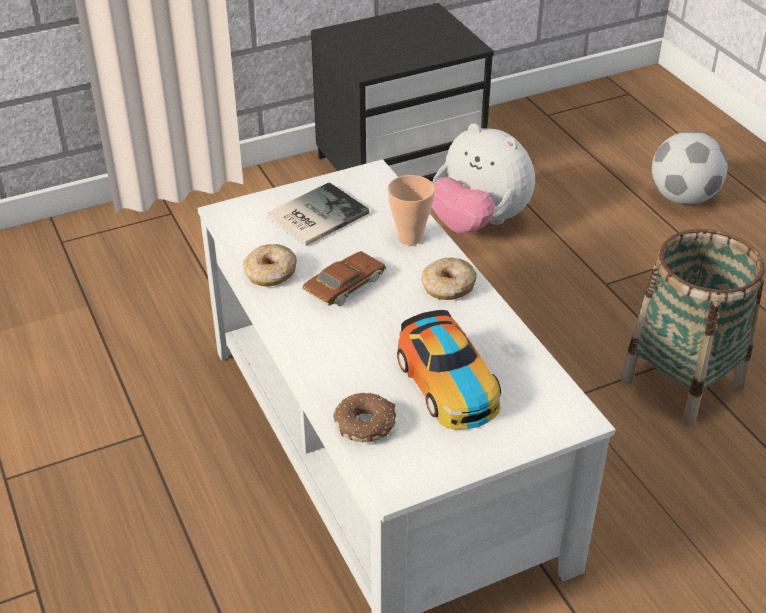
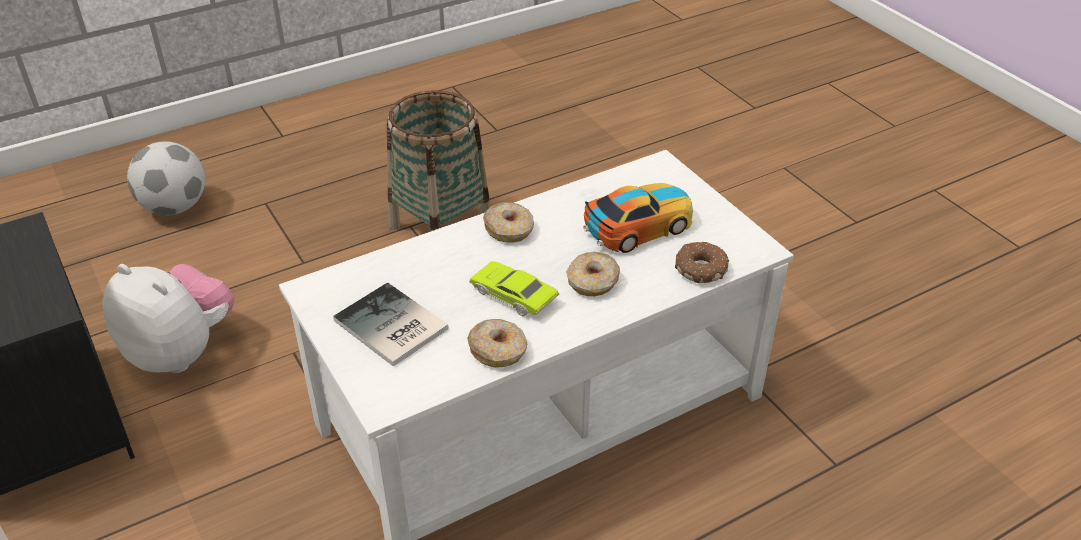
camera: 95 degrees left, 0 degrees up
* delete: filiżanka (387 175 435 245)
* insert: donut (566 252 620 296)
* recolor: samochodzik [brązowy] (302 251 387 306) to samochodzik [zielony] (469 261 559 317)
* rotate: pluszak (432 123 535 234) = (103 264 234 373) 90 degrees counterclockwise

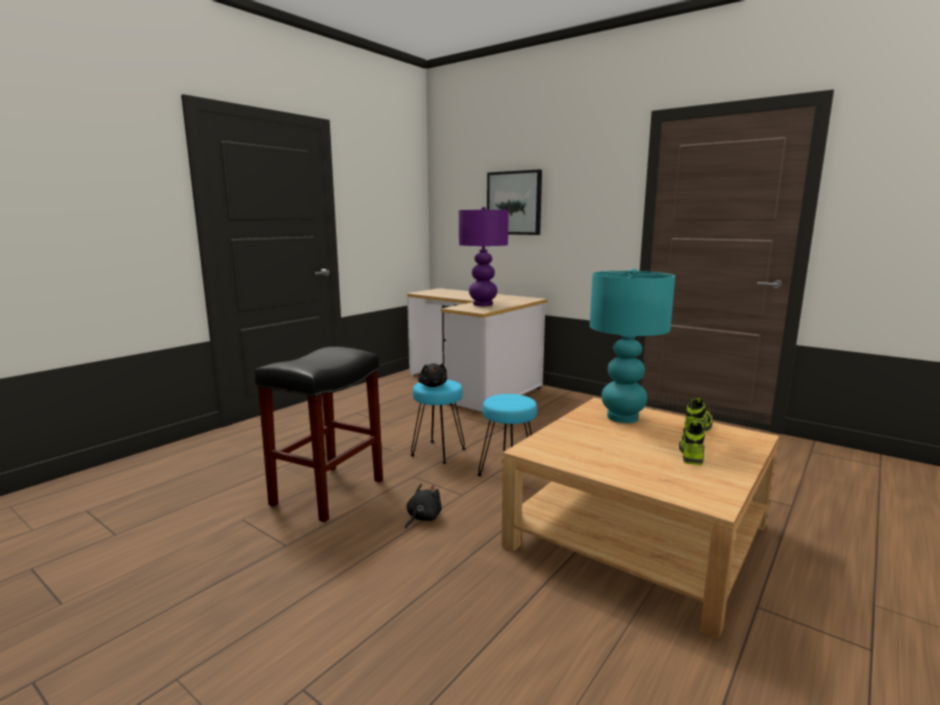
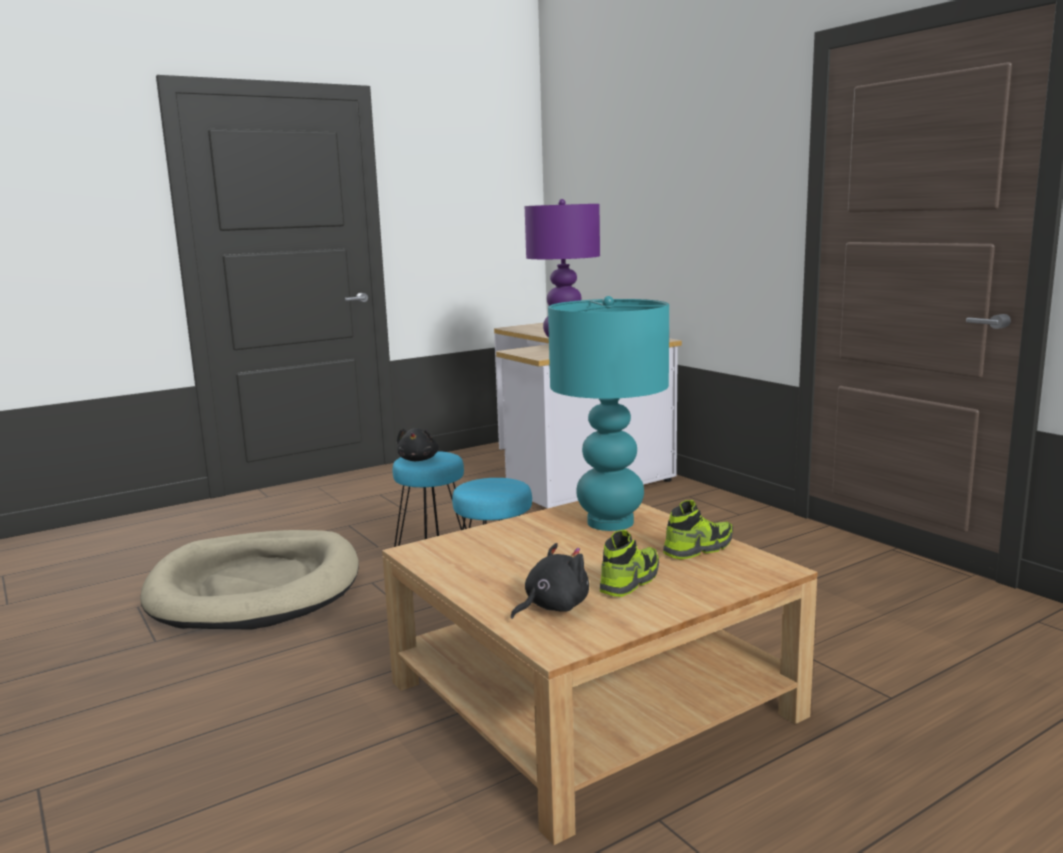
camera: 20 degrees right, 0 degrees up
* delete: obraz (487 169 542 235)
* move: pluszak [czarny] (405 484 442 529) to (511 543 589 619)
* replace: stołek [czarny] (255 347 383 522) to legowisko [beżowy] (140 530 359 630)

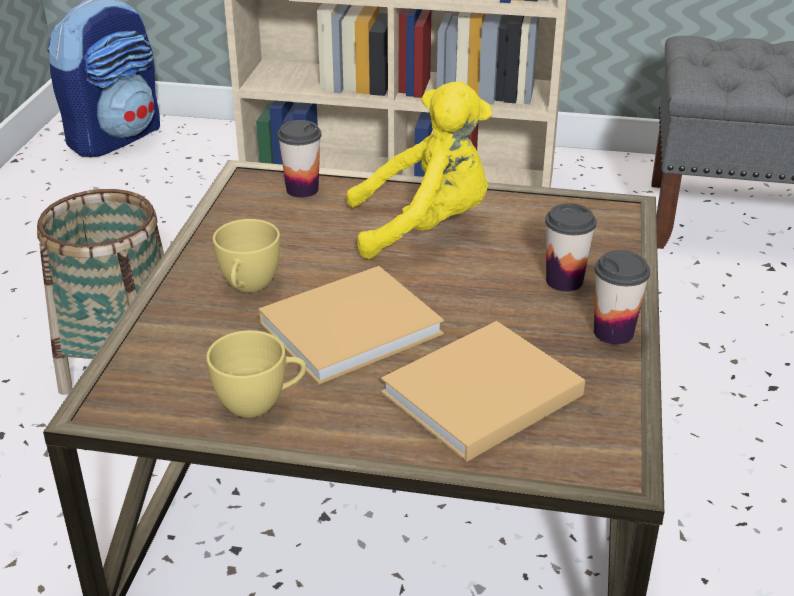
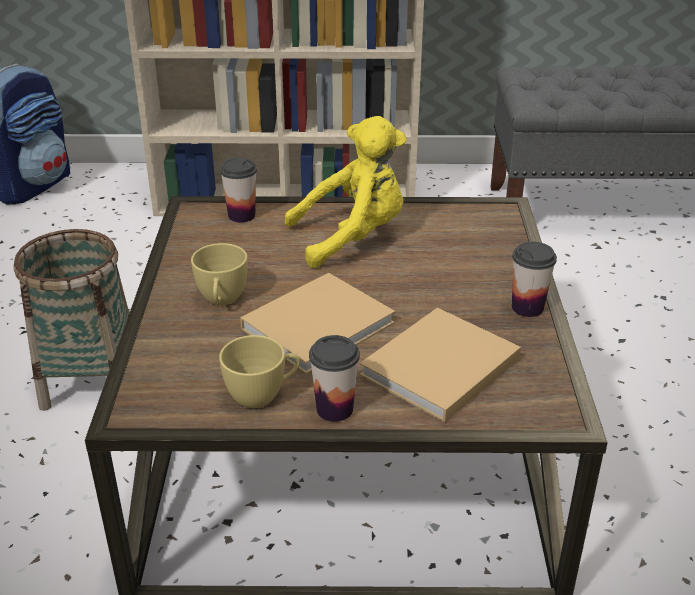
camera: 10 degrees left, 0 degrees up
* move: filiżanka (545 203 596 292) to (309 335 360 422)

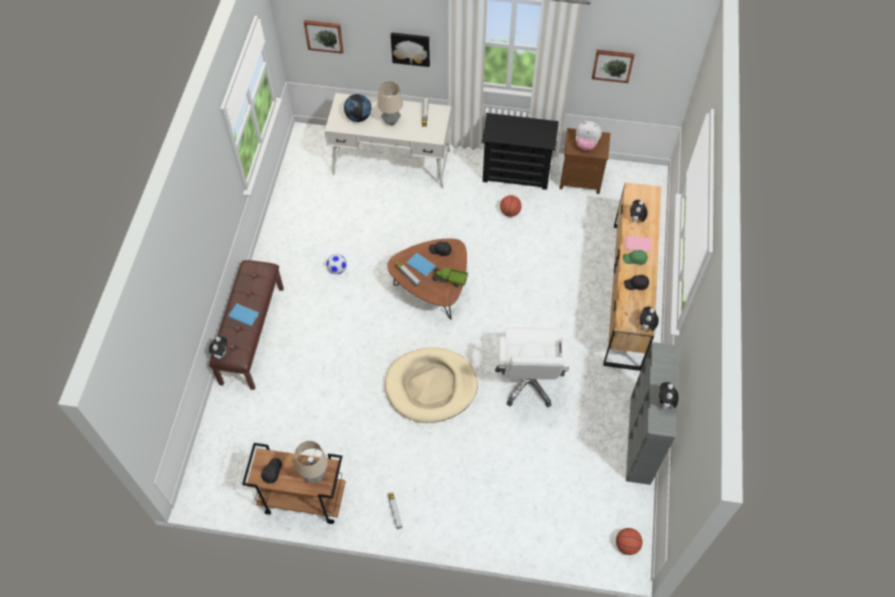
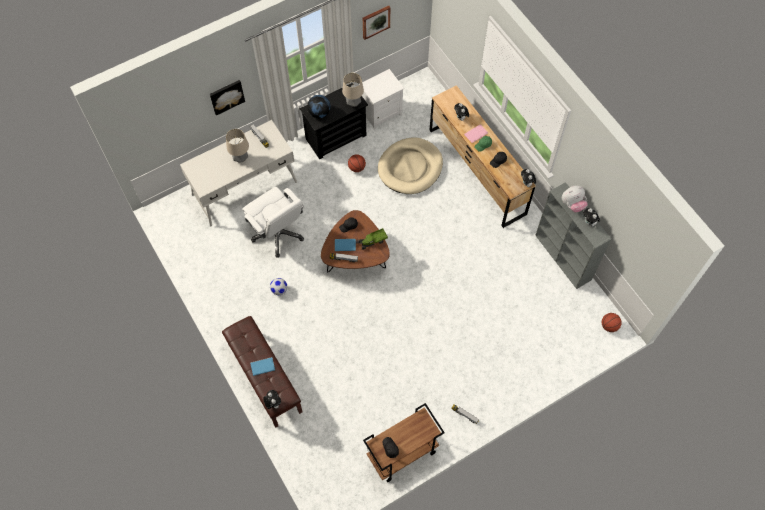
camera: 40 degrees left, 5 degrees up
* delete: obraz (304 20 344 54)
* move: lampa stołowa (295 441 328 482) to (342 73 364 107)
* move: globus (344 94 371 122) to (307 95 331 118)
* move: legowisko [beżowy] (385 347 478 423) to (378 137 443 194)
* move: krzesło biurowe [biały] (495 327 569 408) to (242 187 304 258)
* move: pluszak (576 121 602 151) to (562 185 588 212)
* recolor: szafka nocna [brązowy] (560 128 610 194) to szafka nocna [biały] (359 69 404 130)

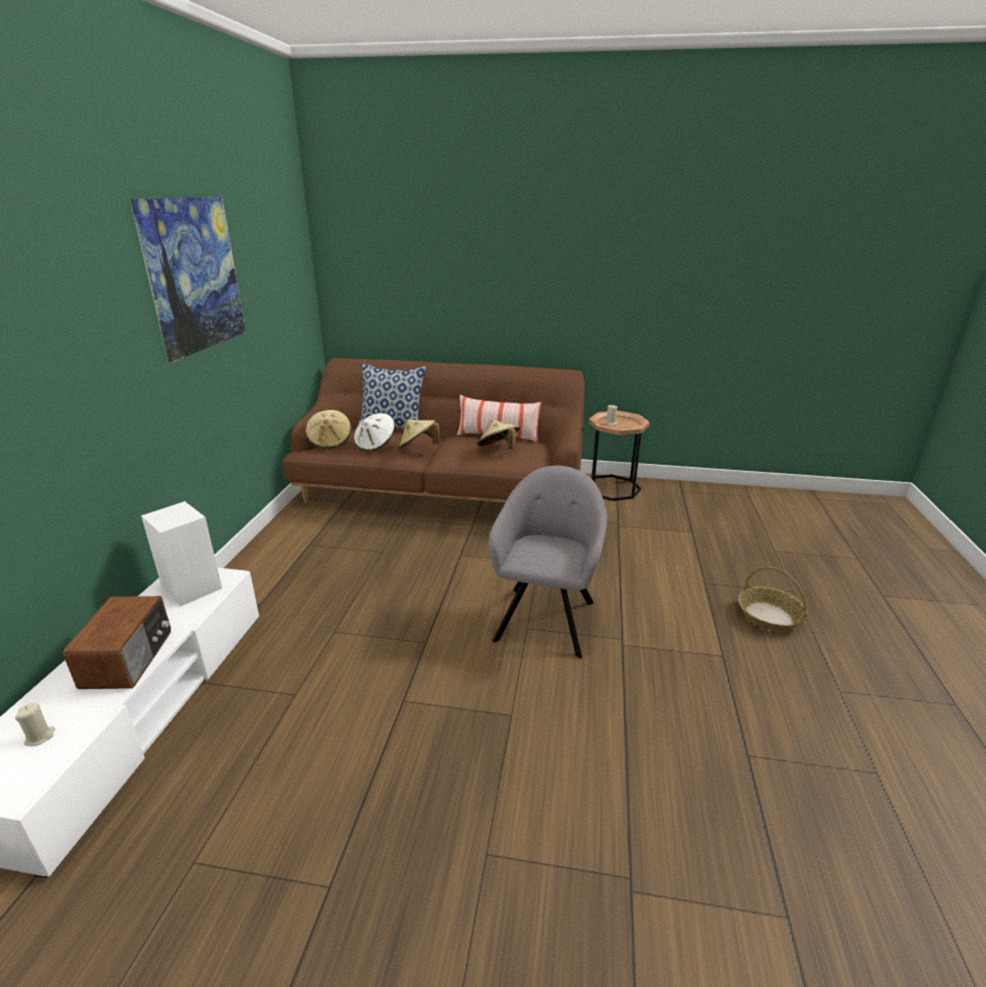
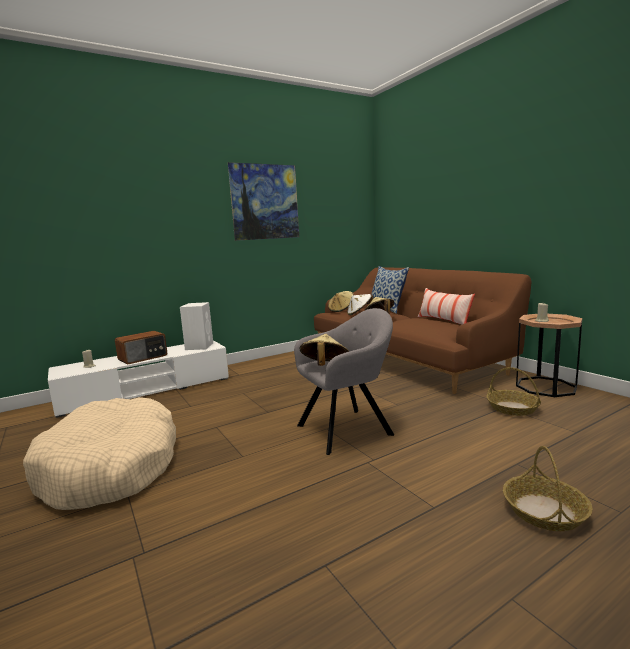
camera: 50 degrees right, 15 degrees down
* insert: legowisko [beżowy] (23 397 176 510)
* insert: koszyk (486 367 541 416)
* move: kapelusz [beżowy] (477 420 520 449) to (299 334 349 366)

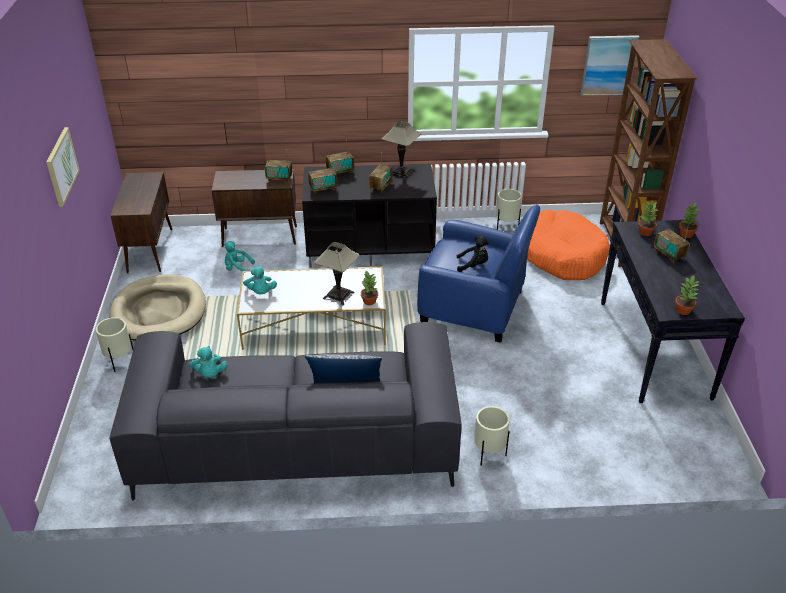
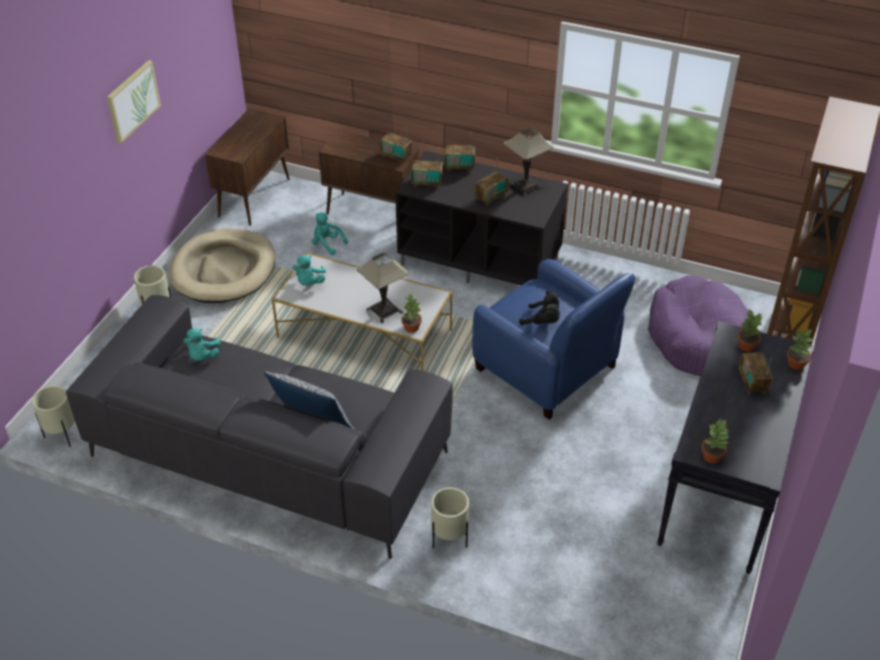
camera: 25 degrees right, 5 degrees up
* delete: obraz (581 35 639 96)
* move: donica [beżowy] (496 189 522 230) to (32 385 75 447)
* recolor: legowisko [pomarańczowy] (527 209 610 280) to legowisko [fioletowy] (648 275 749 376)

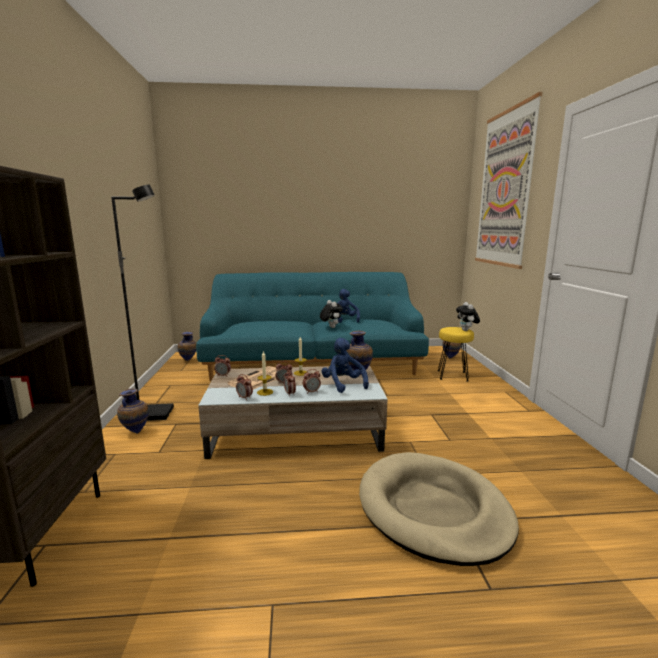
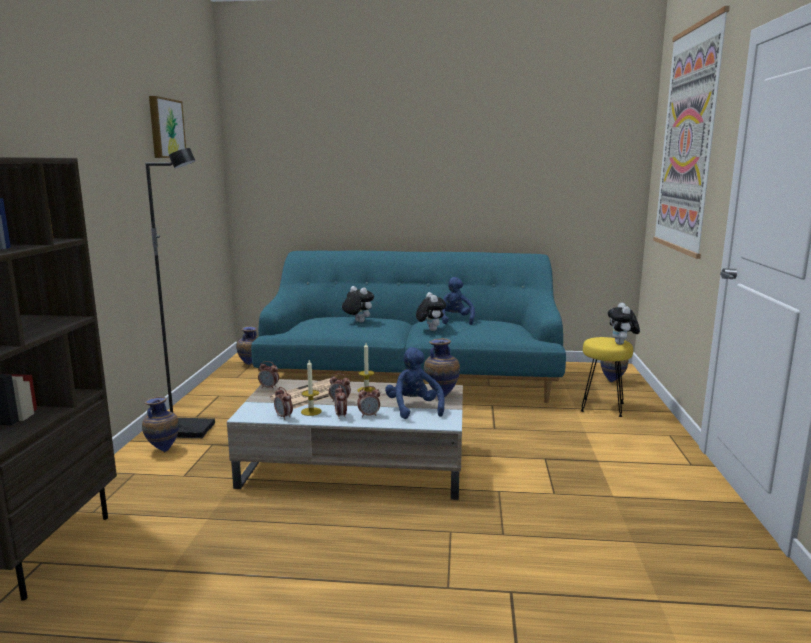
camera: 10 degrees right, 0 degrees up
* delete: legowisko [beżowy] (359 452 519 566)
* insert: obraz (149 96 186 158)
* insert: pluszak (342 286 374 323)

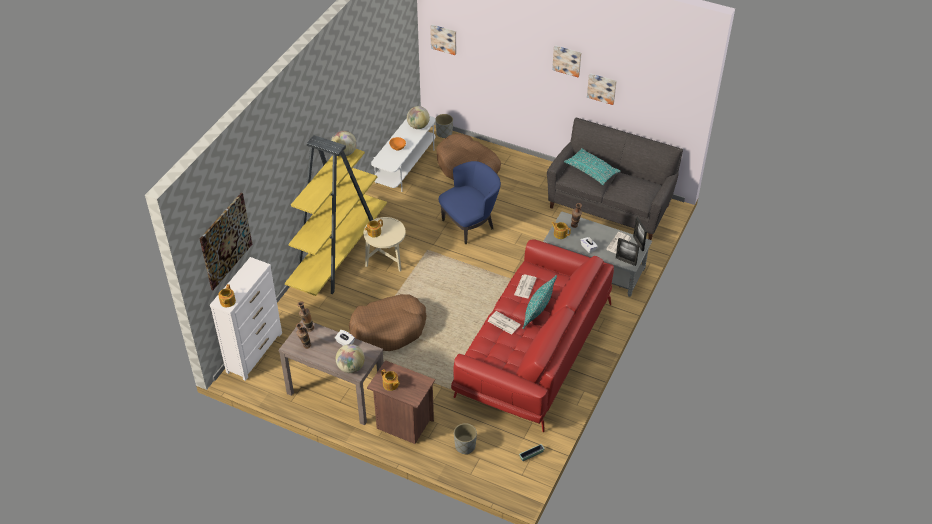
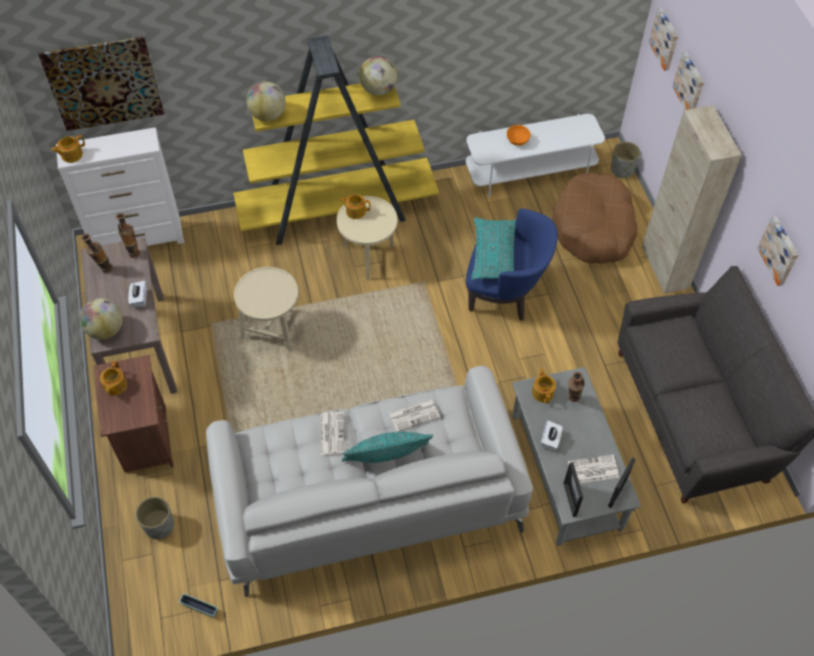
camera: 50 degrees right, 10 degrees up
* insert: szafka [beżowy] (642 105 742 294)
* move: globus (407 106 430 129) to (246 81 286 121)
* move: obraz (552 45 581 77) to (672 52 704 110)
* move: poduszka [turkusowy] (564 148 620 185) to (471 217 516 280)
* replace: legowisko [brązowy] (349 294 426 351) to stolik [beżowy] (234 267 298 351)
* recolor: kanapa [czerwony] (451 239 614 432) to kanapa [biały] (206 366 533 597)

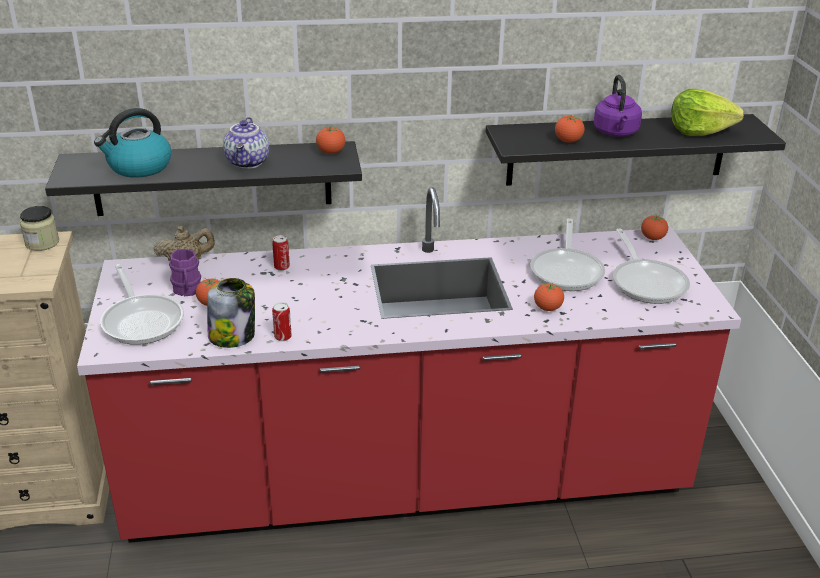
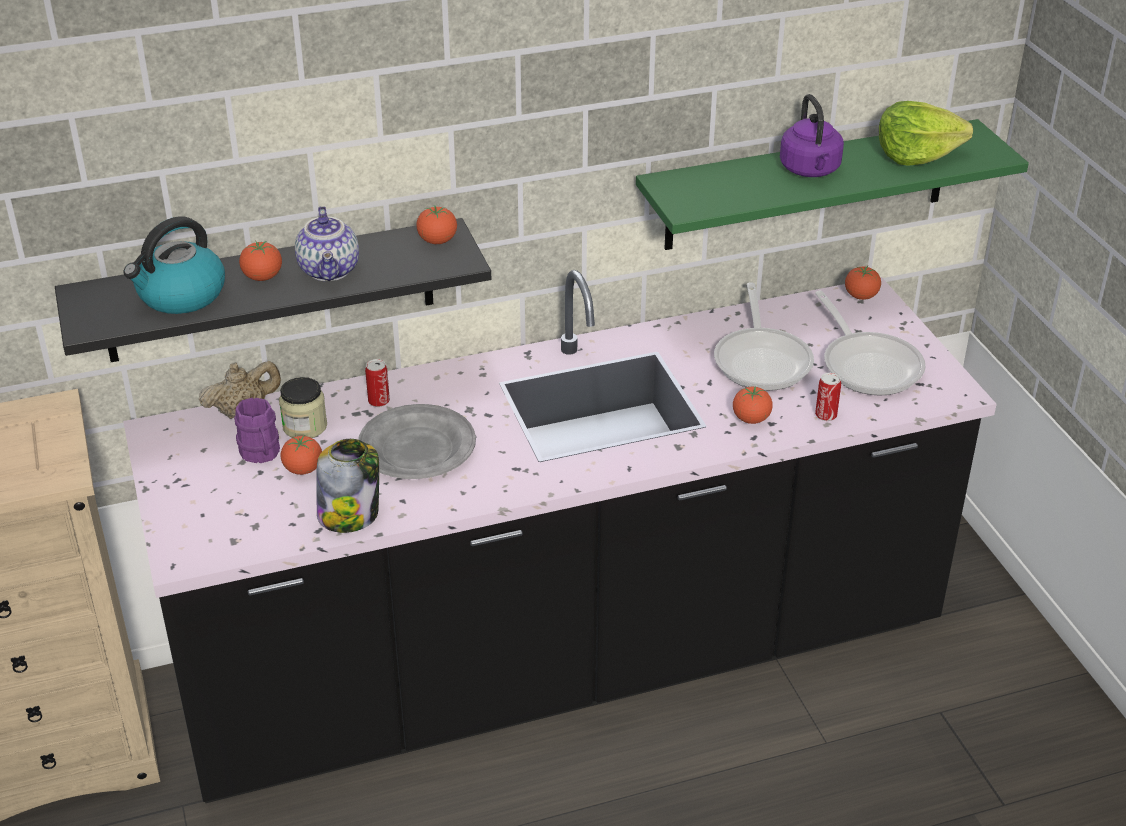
camera: 10 degrees left, 5 degrees up
* delete: patelnia (100 264 184 345)
* insert: talerz [szary] (358 404 476 479)
* move: słoik (20 206 59 251) to (279 377 327 438)
* move: puszka (272 302 292 341) to (815 373 841 421)
* move: pomidor (555 115 584 143) to (239 241 282 281)
* recolor: zabudowa kuchenna [czerwony] (77 187 741 543) to zabudowa kuchenna [czarny] (123 270 997 803)
* recolor: półka [czarny] (486 114 786 186) to półka [zielony] (636 119 1029 250)

